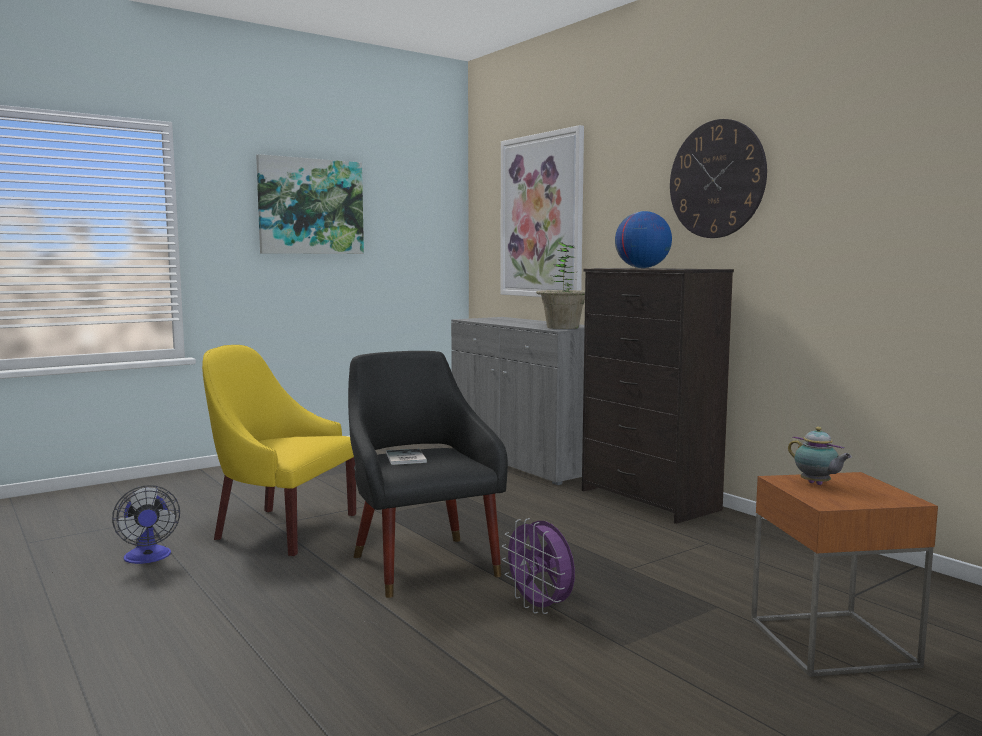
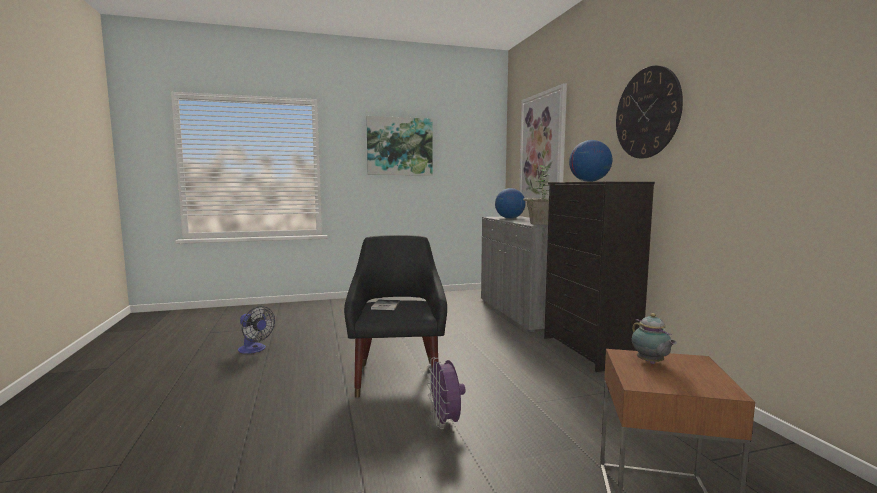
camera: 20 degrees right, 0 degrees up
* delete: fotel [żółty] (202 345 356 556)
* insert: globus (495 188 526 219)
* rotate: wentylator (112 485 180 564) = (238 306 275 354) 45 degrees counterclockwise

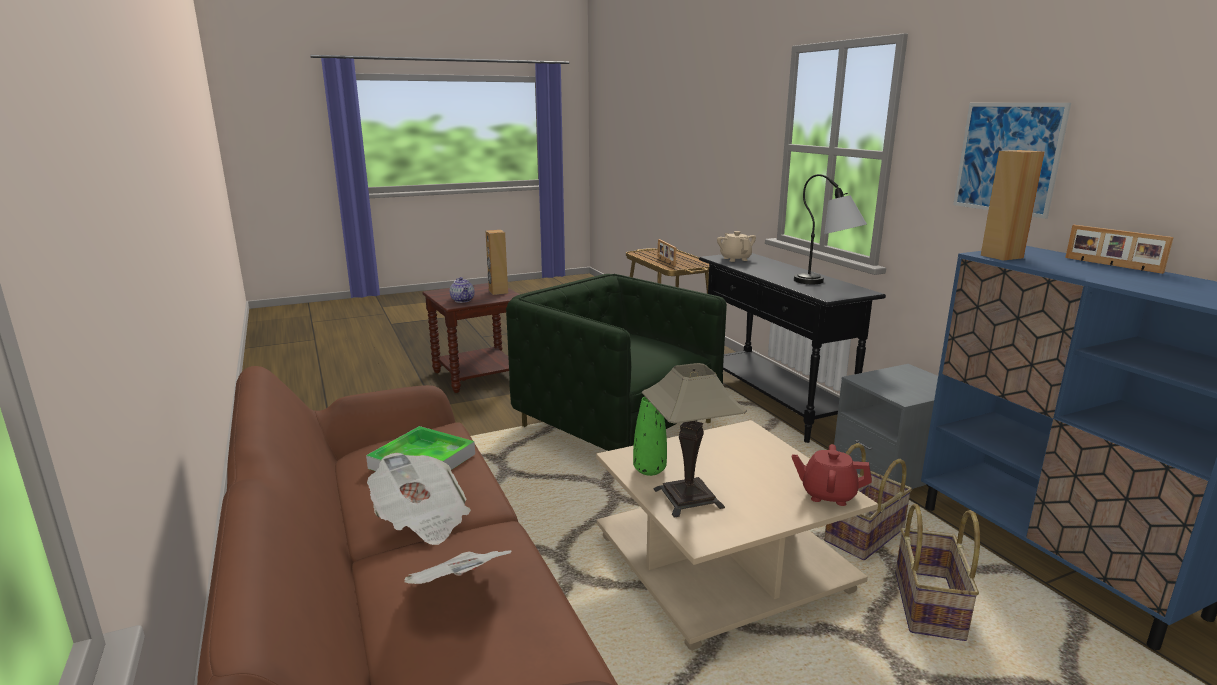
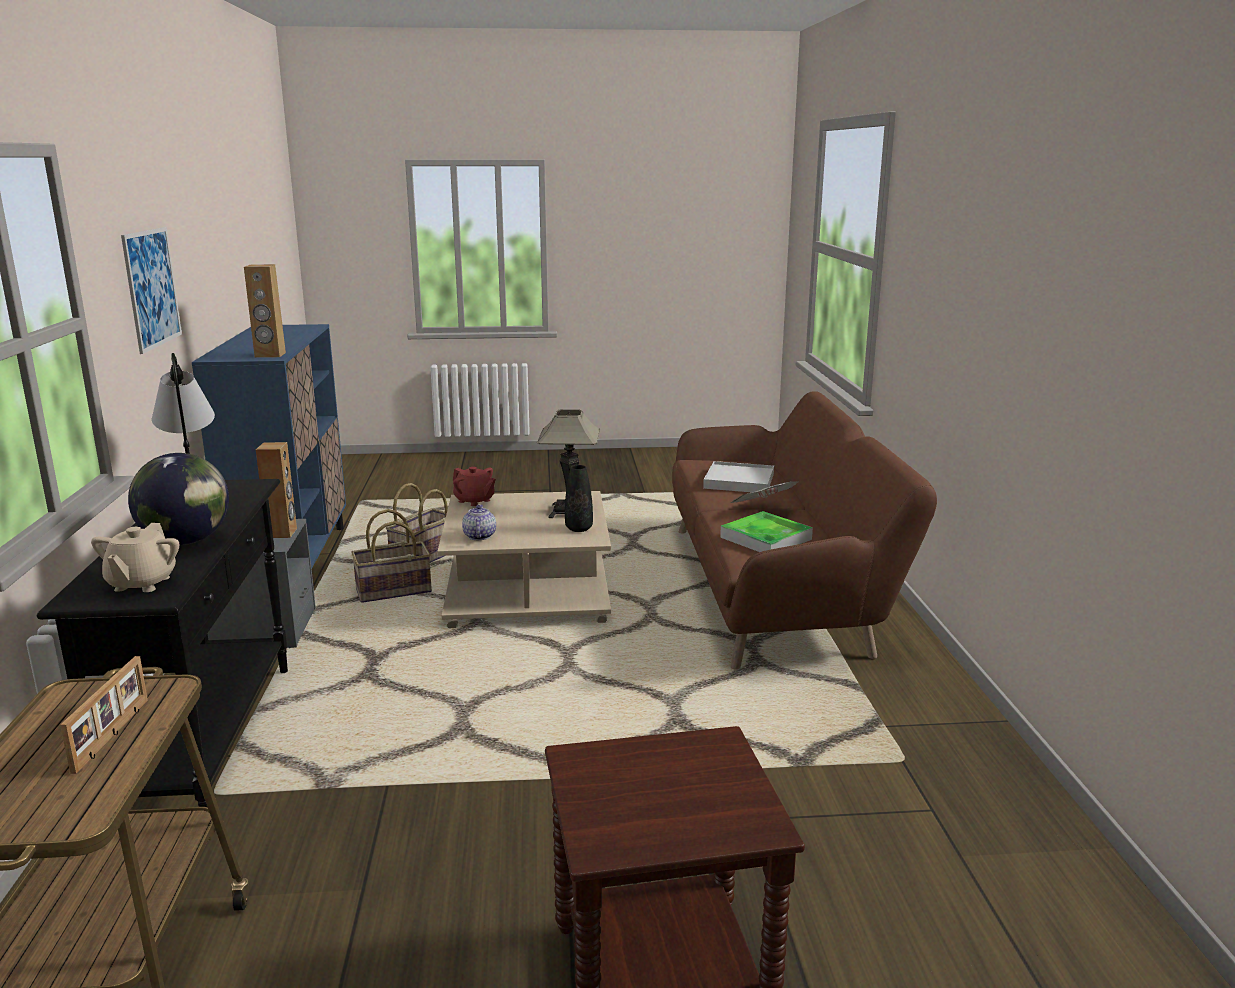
camera: 160 degrees left, 0 degrees up
* delete: fotel [zielony] (506 274 727 451)
* delete: ramka na zdjęcie (1065 225 1174 274)
* insert: globus (128 453 229 545)
* move: imbryk (450 277 475 303) to (462 504 496 540)
* move: głośnik [brązowy] (485 230 508 295) to (256 442 297 538)
* replace: gazeta (404 550 512 584) to taca [biały] (703 461 774 492)
* recolor: wazon [zielony] (633 397 667 476) to wazon [czarny] (565 465 593 532)

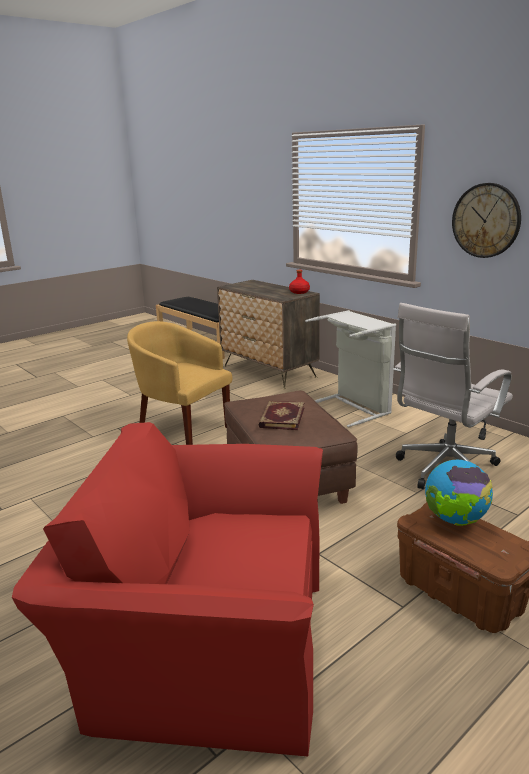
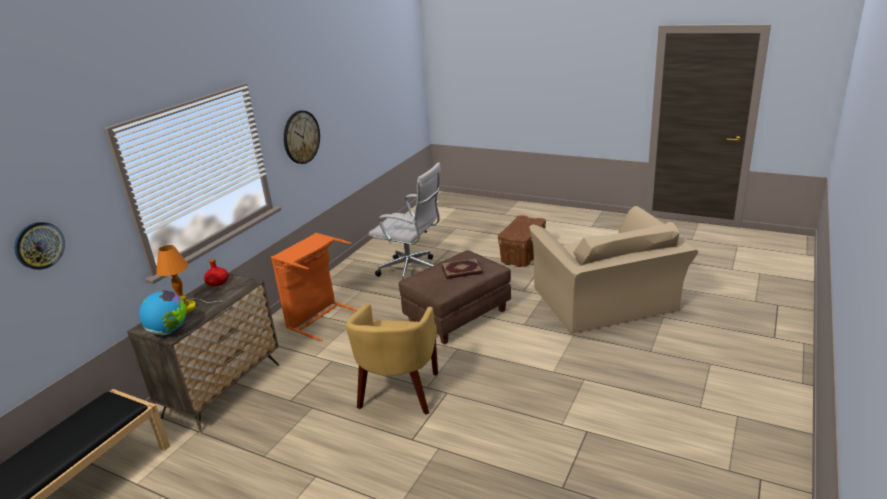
camera: 110 degrees left, 5 degrees up
* insert: zegar ścienny (14 222 65 270)
* insert: lampa stołowa (156 245 222 313)
* move: globus (425 460 493 526) to (139 290 187 335)
* recolor: fotel [czerwony] (12 422 323 756) to fotel [beżowy] (529 206 698 334)
* recolor: kosz na pranie [szary] (305 310 396 427) to kosz na pranie [pomarańczowy] (271 233 358 341)

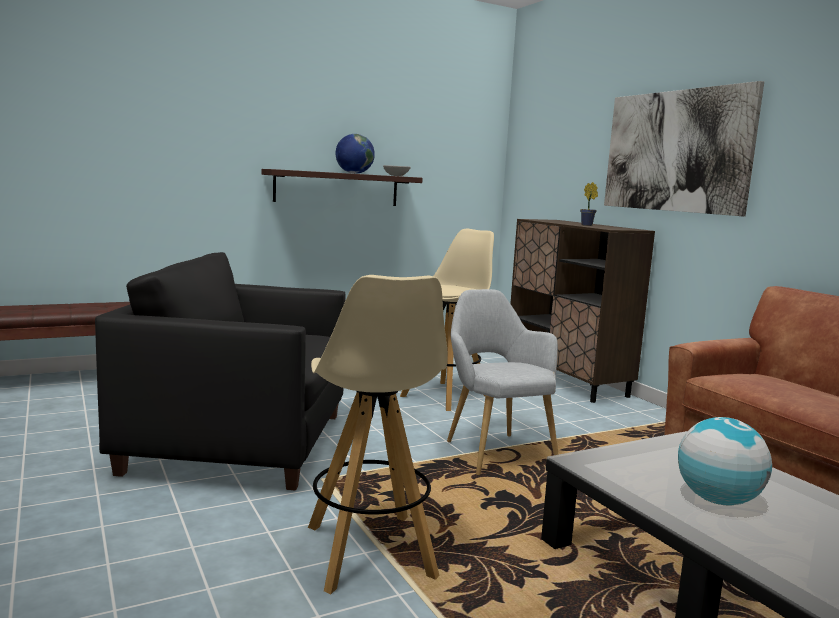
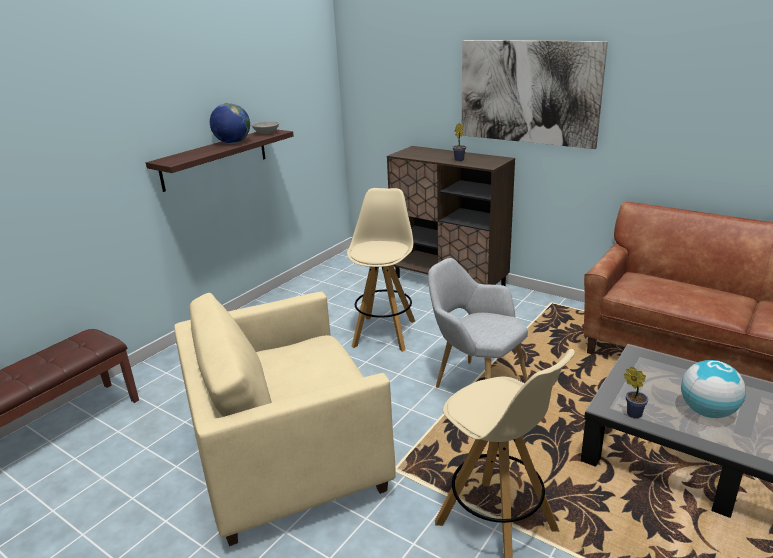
camera: 25 degrees left, 15 degrees up
* insert: roślina doniczkowa (624 367 648 418)
* recolor: fotel [czarny] (95 252 346 491) to fotel [beżowy] (174 292 396 546)

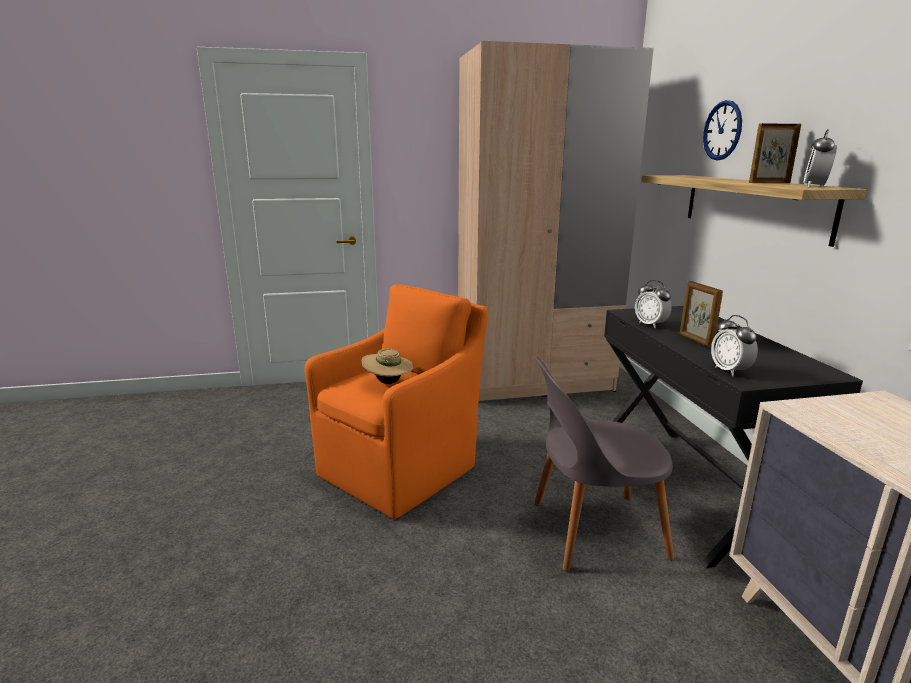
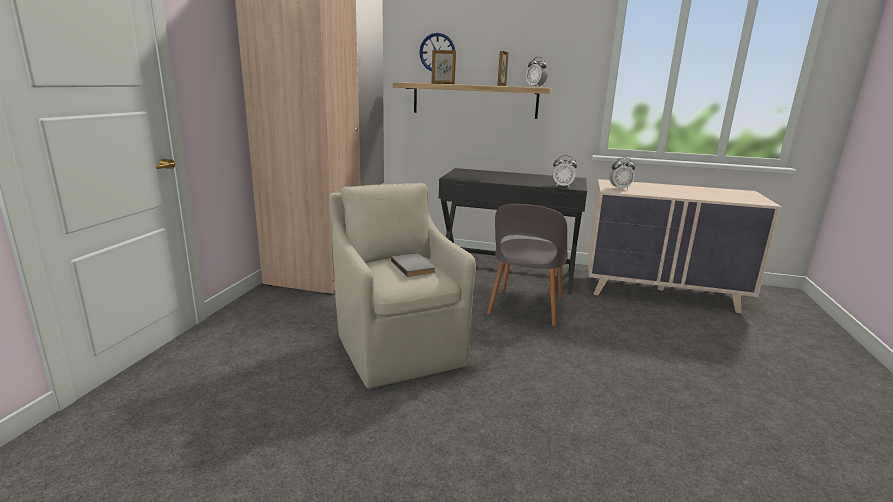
camera: 65 degrees left, 0 degrees up
* move: budzik (635 280 672 328) to (609 158 635 189)
* move: ramka na zdjęcie (679 281 723 348) to (432 50 456 84)
* replace: kapelusz [beżowy] (362 349 414 384) to książka [szary] (391 253 436 277)
* recolor: fotel [pomarańczowy] (304 284 488 519) to fotel [beżowy] (329 183 476 388)

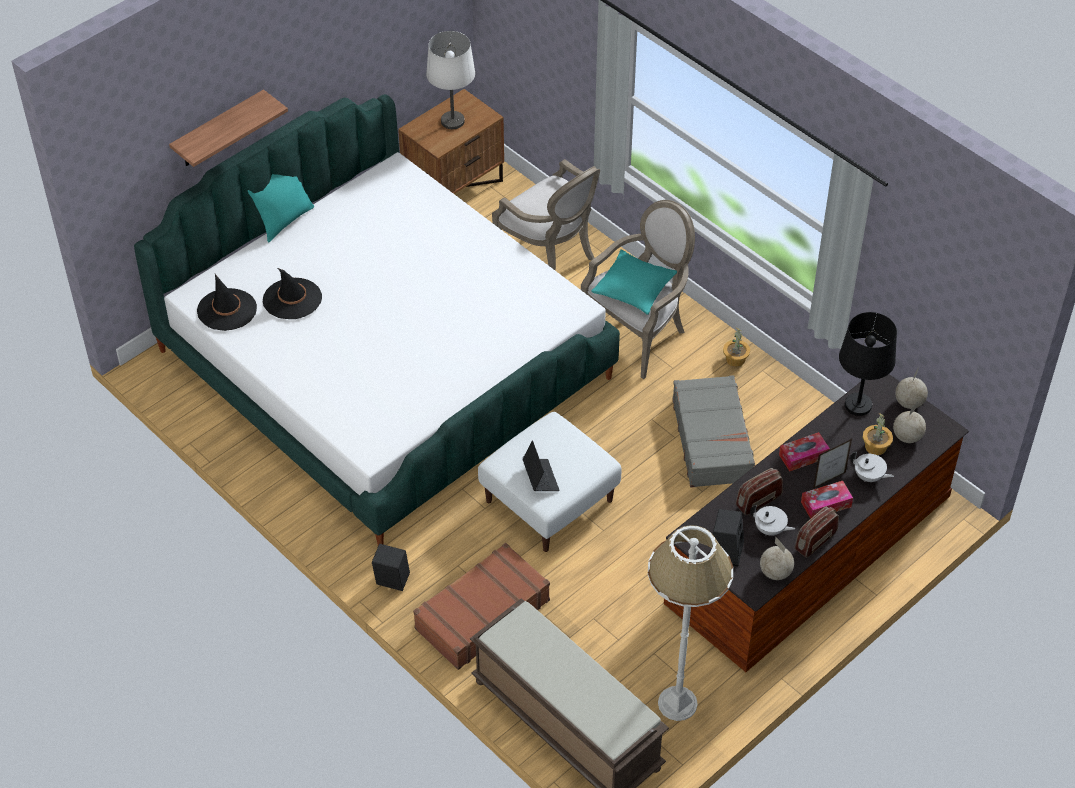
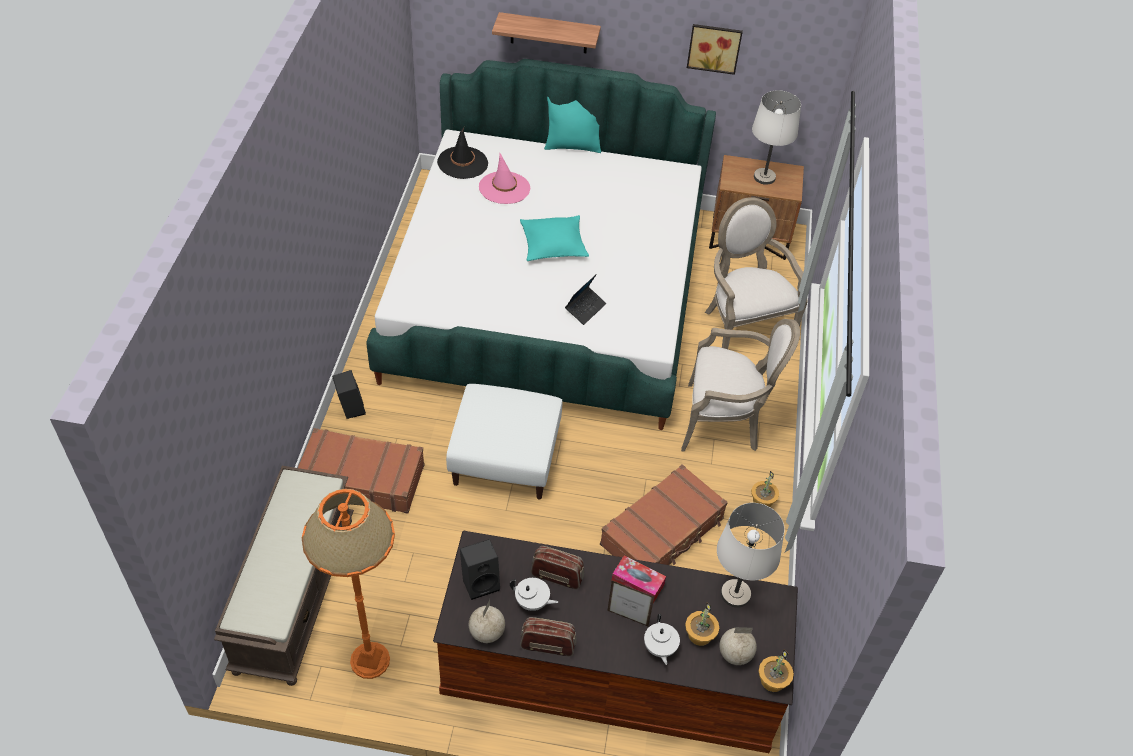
camera: 50 degrees right, 0 degrees up
* delete: pudełko chusteczek (801 481 853 519)
* delete: globus (895 367 928 409)
* insert: obraz (687 24 743 75)
* insert: roślina doniczkowa (758 649 794 692)
* move: laptop (522 440 560 491) to (565 274 606 325)
* move: poduszka [turkusowy] (591 250 677 315) to (520 215 589 261)
* recolor: kapelusz [czarny] (263 268 322 319) to kapelusz [różowy] (479 153 530 204)
* recolor: lampa stojąca [biały] (648 525 733 721) to lampa stojąca [pomarańczowy] (302 489 395 679)
* recolor: walizka [szary] (672 375 755 488) to walizka [brązowy] (600 464 728 565)
* recolor: lampa stołowa [czarny] (839 312 897 416) to lampa stołowa [biały] (717 503 785 608)
* rotate: fotel (492 159 600 271) = (705 197 808 349) 150 degrees clockwise
* rotate: imbryk [biały] (750 505 795 536) = (510 578 558 611) 60 degrees counterclockwise

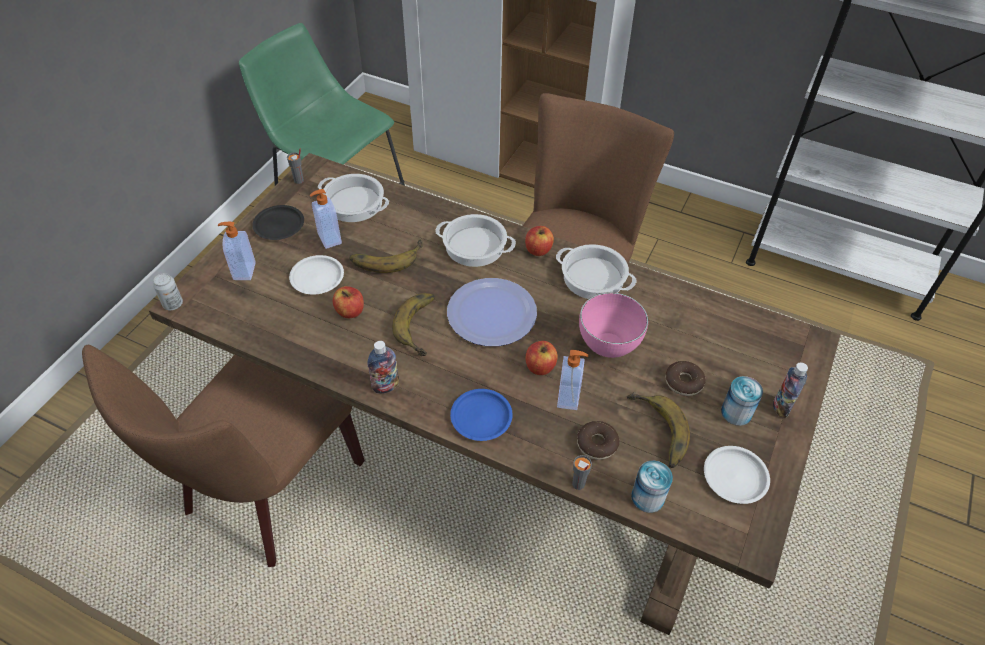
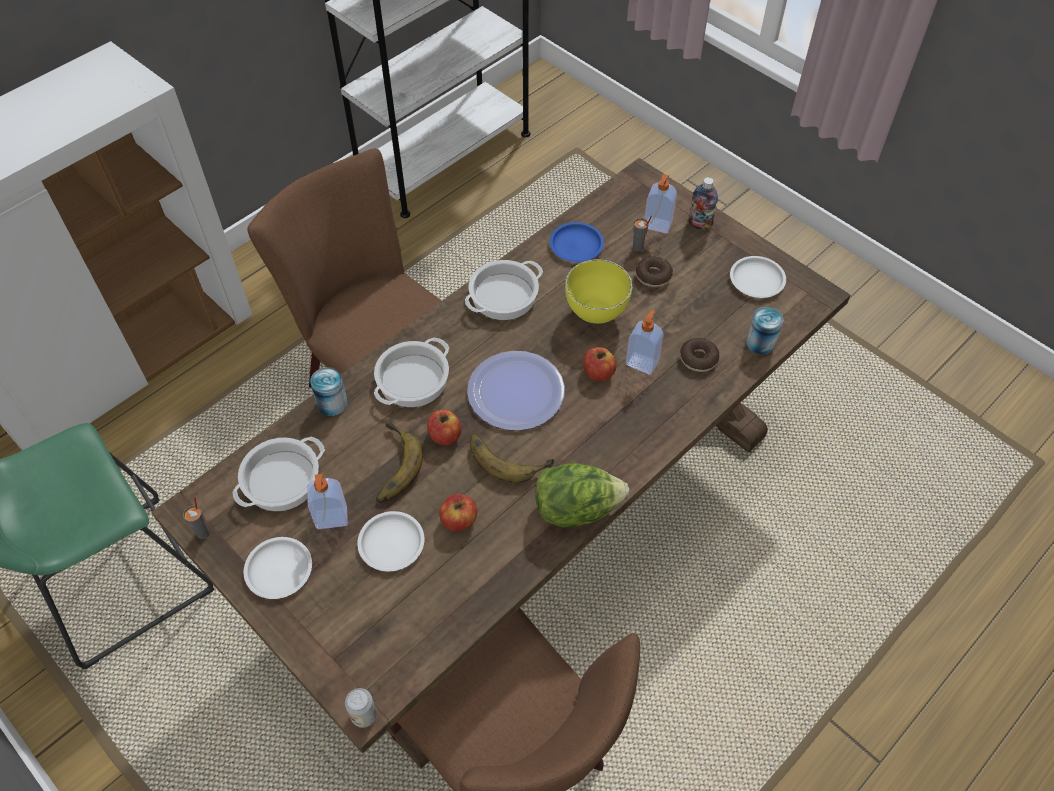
camera: 70 degrees left, 5 degrees up
* delete: banan (627 392 690 468)
* move: dozownik mydła (218 222 256 280) to (644 174 677 233)
* move: talerz [niebieski] (450 389 513 441) to (550 222 604 262)
* move: jabłko (525 226 554 256) to (427 410 461 445)
* move: filiżanka [szary] (572 455 592 490) to (633 215 652 252)
* move: puszka (721 376 763 426) to (310 367 348 416)
* replace: butelka (368 341 399 393) to sałata (535 463 629 527)
* recolor: talerz [czarny] (252 205 304 240) to talerz [biały] (244 537 312 599)
* recolor: miska [różowy] (579 292 648 358) to miska [żółty] (565 259 633 324)

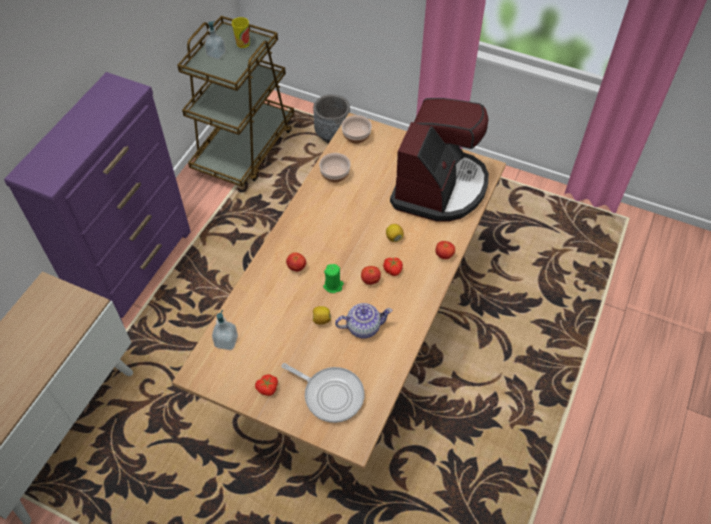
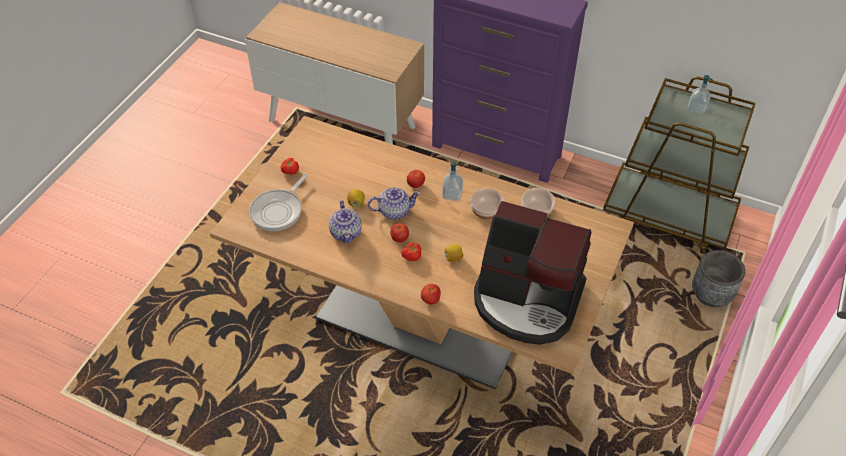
camera: 90 degrees right, 5 degrees down
* delete: filiżanka (232 17 250 48)
* move: dozownik mydła (212 310 238 350) to (442 161 463 201)
* move: miska (342 115 372 144) to (470 188 504 220)
* replace: świeca [zielony] (323 264 344 293) to imbryk (368 187 420 219)

